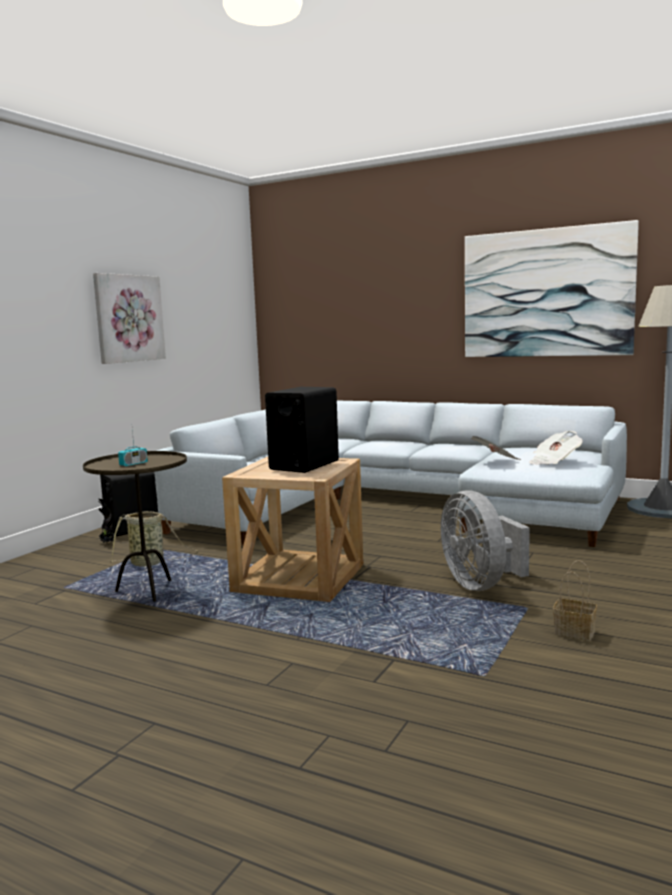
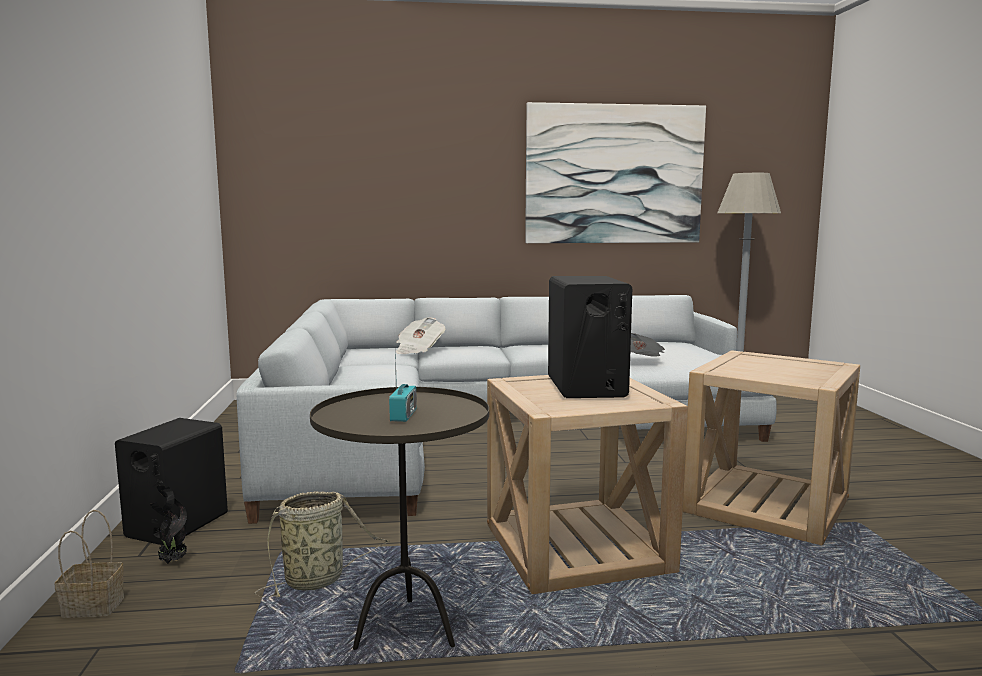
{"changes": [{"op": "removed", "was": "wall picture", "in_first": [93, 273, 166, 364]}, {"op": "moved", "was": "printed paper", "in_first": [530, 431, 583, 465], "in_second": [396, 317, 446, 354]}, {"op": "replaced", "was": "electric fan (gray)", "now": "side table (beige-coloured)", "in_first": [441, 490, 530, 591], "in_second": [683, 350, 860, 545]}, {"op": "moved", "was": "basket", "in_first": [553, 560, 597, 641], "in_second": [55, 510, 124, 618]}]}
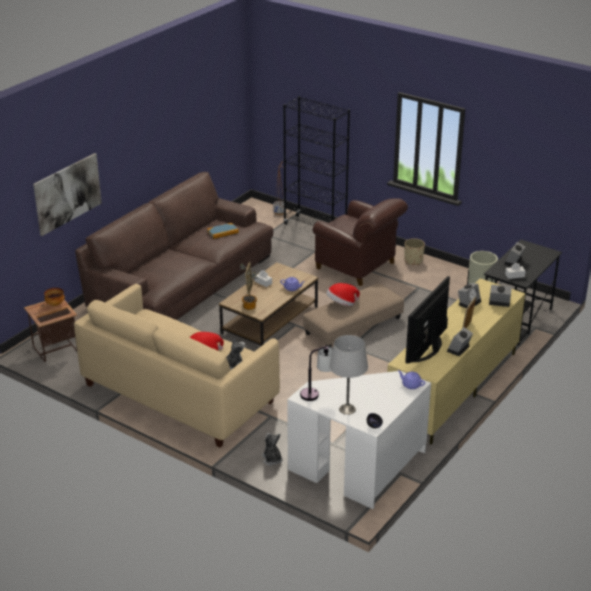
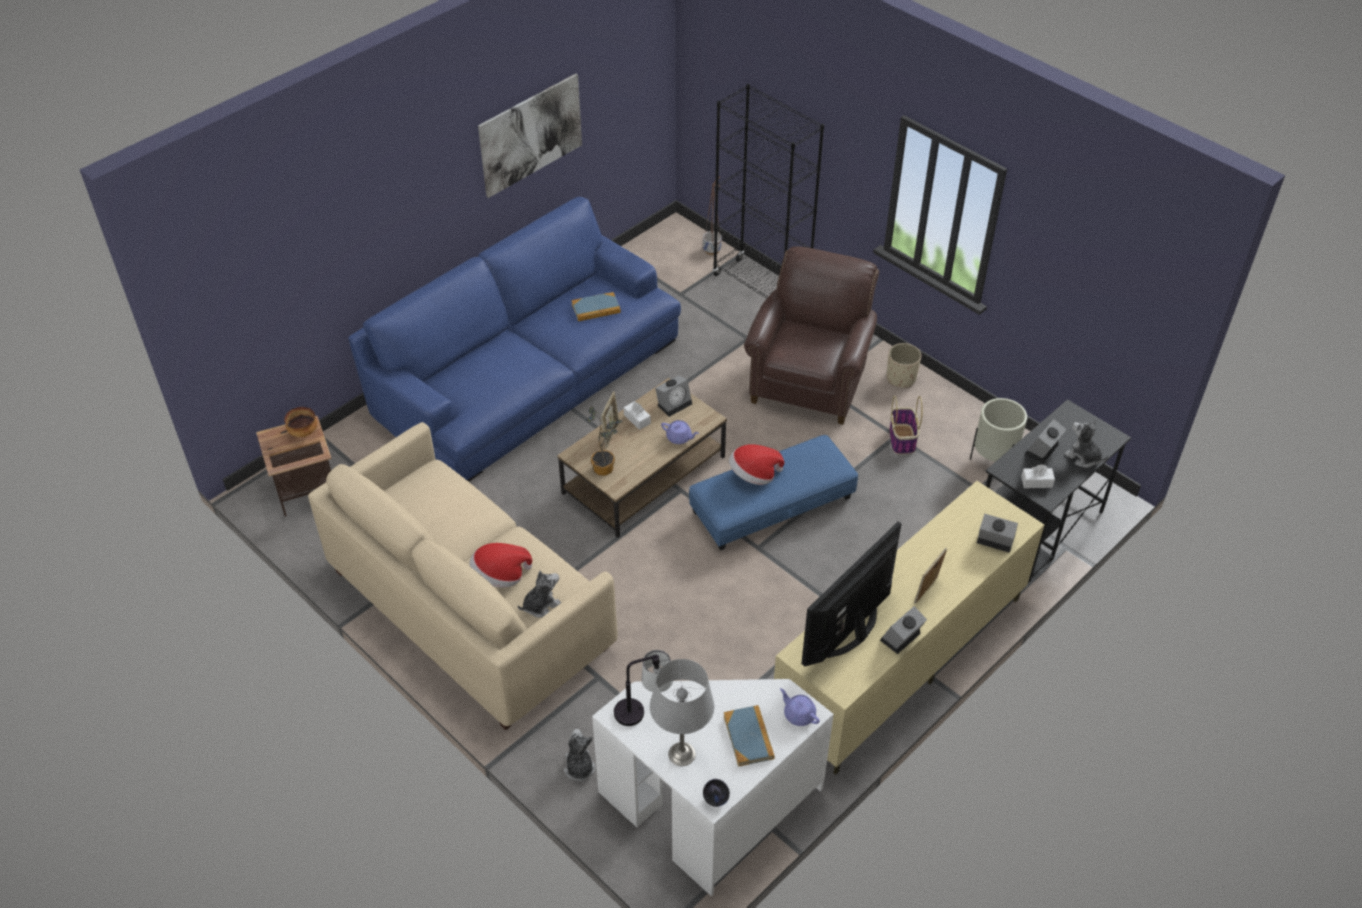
{"changes": [{"op": "moved", "was": "wall picture", "in_first": [33, 153, 102, 236], "in_second": [478, 74, 582, 198]}, {"op": "recoloured", "was": "settee (brown-coloured)", "now": "settee (bluish)", "in_first": [75, 172, 273, 320], "in_second": [348, 197, 681, 482]}, {"op": "turned", "was": "armchair (brown-coloured)", "in_first": [313, 198, 408, 286], "in_second": [744, 246, 879, 425], "clockwise": -120}, {"op": "recoloured", "was": "pouffe (beige-coloured)", "now": "pouffe (bluish)", "in_first": [303, 283, 404, 347], "in_second": [689, 435, 858, 550]}, {"op": "moved", "was": "alarm clock", "in_first": [458, 283, 481, 309], "in_second": [655, 376, 692, 417]}, {"op": "added", "now": "basket", "in_second": [889, 396, 923, 455]}, {"op": "added", "now": "cuddly toy", "in_second": [1064, 419, 1108, 468]}, {"op": "added", "now": "book", "in_second": [724, 705, 775, 767]}]}
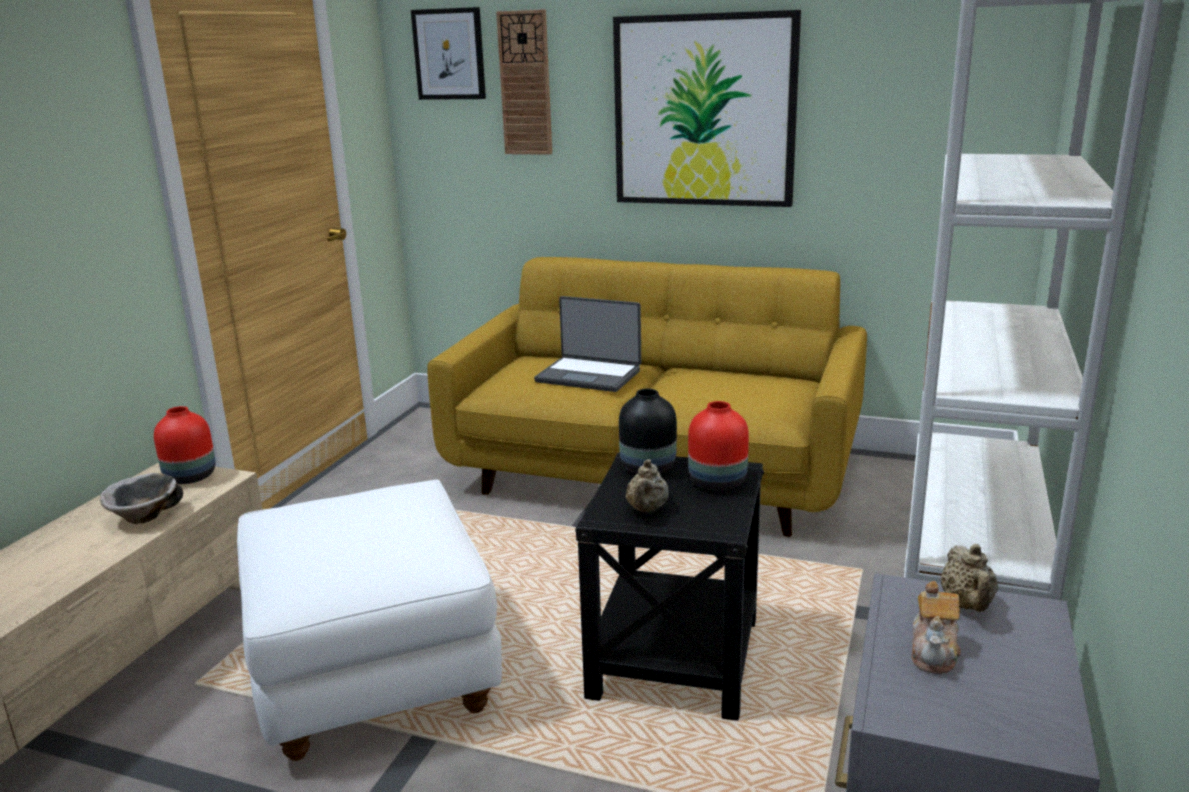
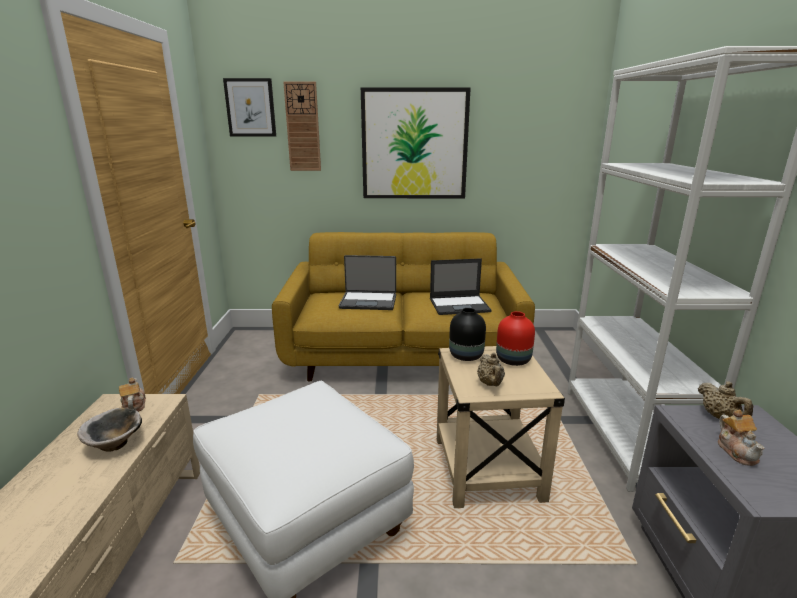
{"changes": [{"op": "replaced", "was": "decorative vase (red)", "now": "pot for tea", "in_first": [154, 406, 216, 484], "in_second": [119, 378, 146, 412]}, {"op": "recoloured", "was": "side table (black-coloured)", "now": "side table (beige-coloured)", "in_first": [575, 452, 764, 721], "in_second": [437, 346, 565, 508]}, {"op": "added", "now": "laptop", "in_second": [430, 258, 492, 315]}]}
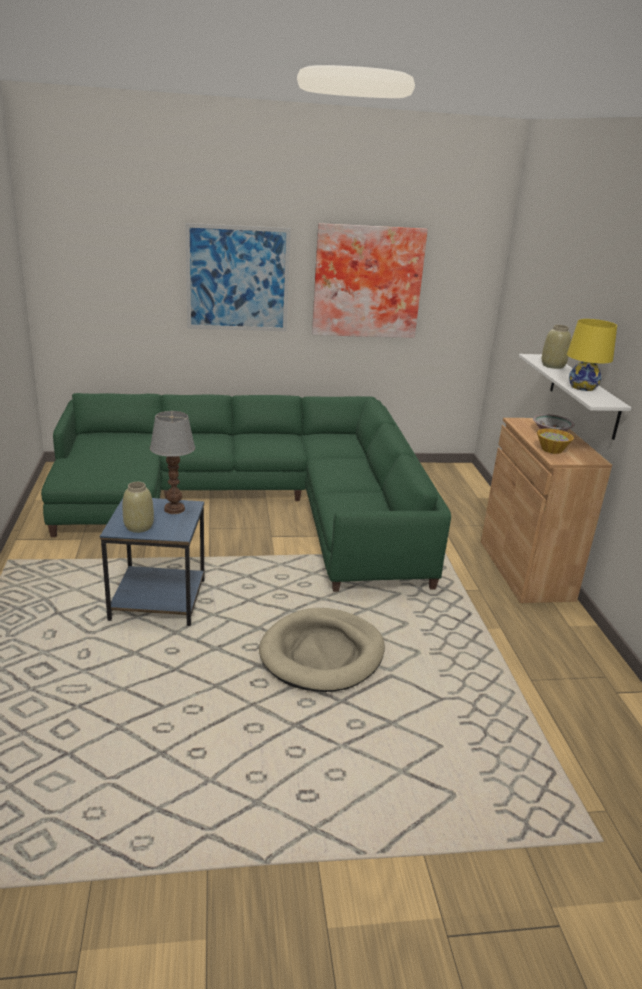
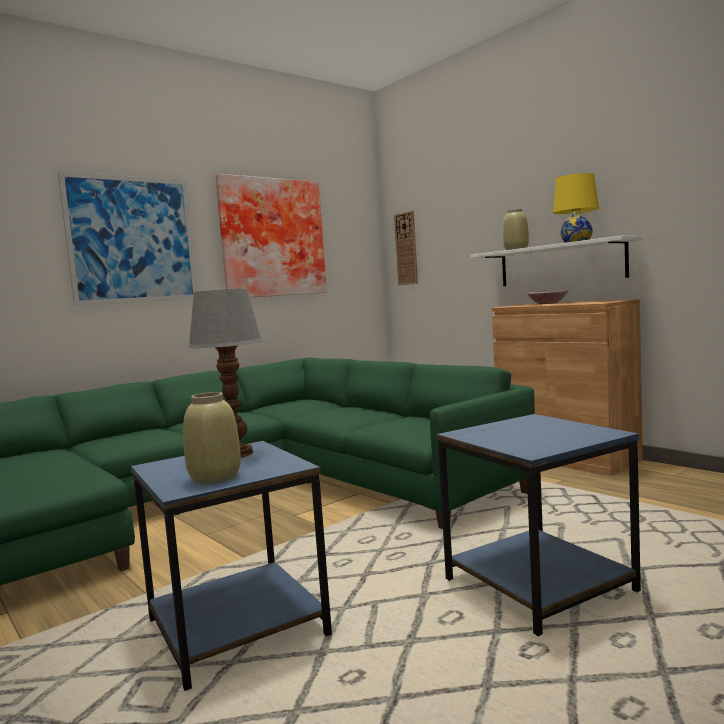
{"changes": [{"op": "removed", "was": "serving bowl", "in_first": [537, 428, 574, 454]}, {"op": "replaced", "was": "pet bed (beige-coloured)", "now": "side table (bluish)", "in_first": [259, 608, 385, 692], "in_second": [437, 414, 641, 636]}, {"op": "added", "now": "hanging clock", "in_second": [394, 211, 418, 285]}]}
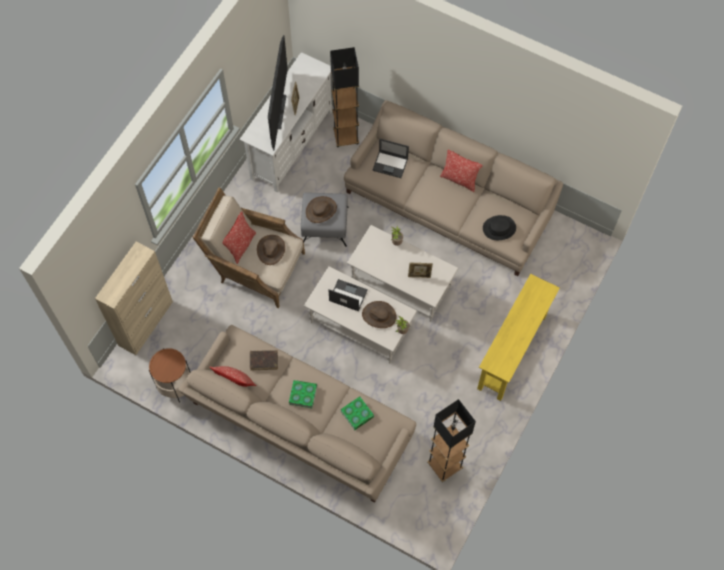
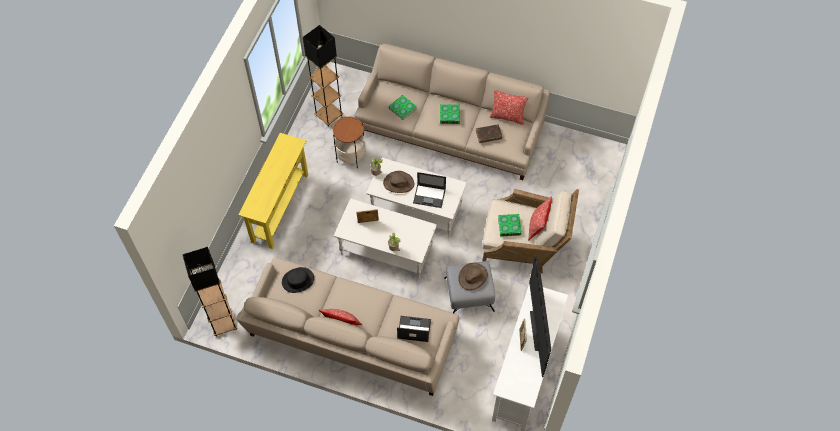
{"changes": [{"op": "moved", "was": "standard lamp (black-coloured)", "in_first": [330, 47, 359, 147], "in_second": [182, 247, 237, 336]}, {"op": "replaced", "was": "wearable hat (brown-coloured)", "now": "book", "in_first": [257, 235, 285, 265], "in_second": [498, 214, 522, 237]}, {"op": "removed", "was": "cupboard (beige-coloured)", "in_first": [95, 242, 173, 355]}, {"op": "moved", "was": "side table", "in_first": [149, 348, 191, 403], "in_second": [333, 117, 366, 169]}]}
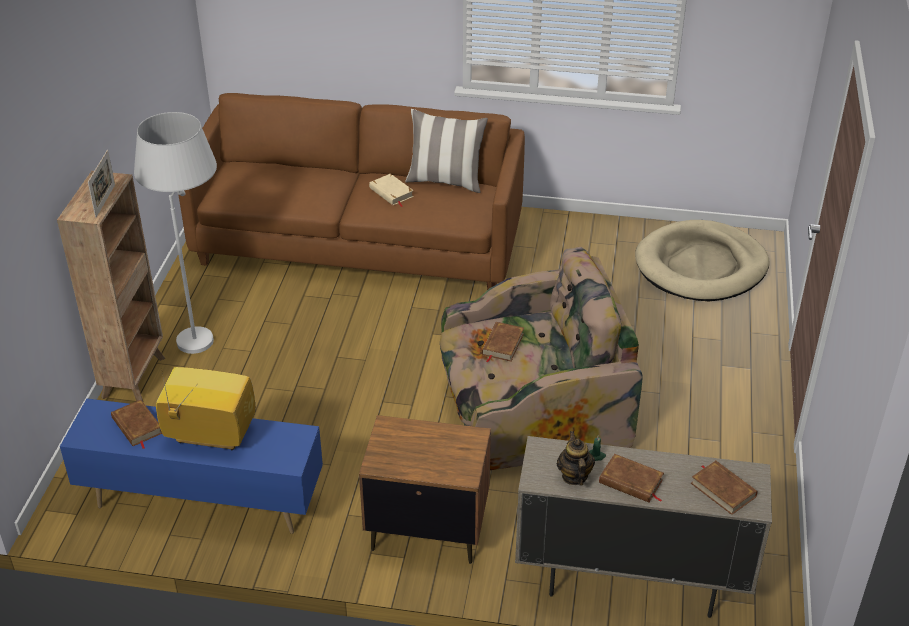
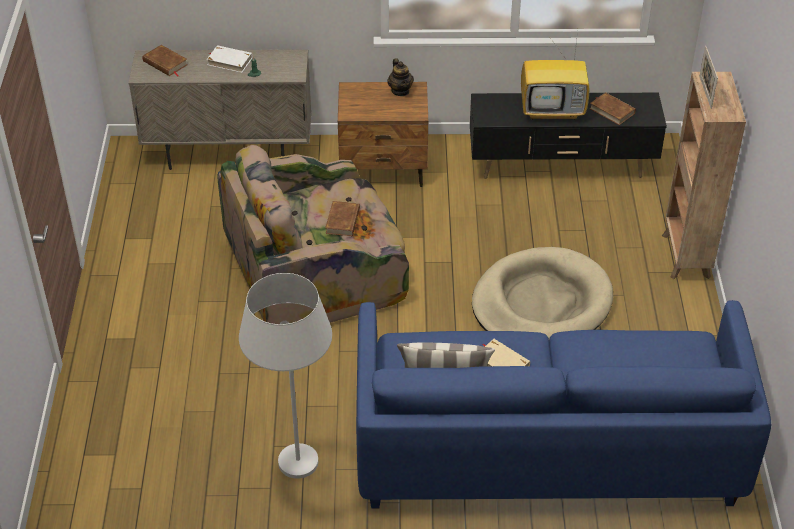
{"changes": [{"op": "recoloured", "was": "settee (brown-coloured)", "now": "settee (bluish)", "in_first": [178, 93, 525, 290], "in_second": [356, 300, 771, 509]}, {"op": "moved", "was": "standard lamp (white-coloured)", "in_first": [134, 112, 217, 354], "in_second": [239, 273, 332, 479]}, {"op": "moved", "was": "pet bed (beige-coloured)", "in_first": [635, 220, 769, 301], "in_second": [472, 247, 613, 338]}, {"op": "recoloured", "was": "media console (bluish)", "now": "media console (black-coloured)", "in_first": [60, 399, 323, 534], "in_second": [470, 93, 667, 179]}, {"op": "moved", "was": "pot for tea", "in_first": [557, 431, 595, 486], "in_second": [387, 58, 414, 96]}, {"op": "recoloured", "was": "book (brown-coloured)", "now": "book (white-coloured)", "in_first": [599, 454, 664, 502], "in_second": [207, 45, 252, 73]}]}
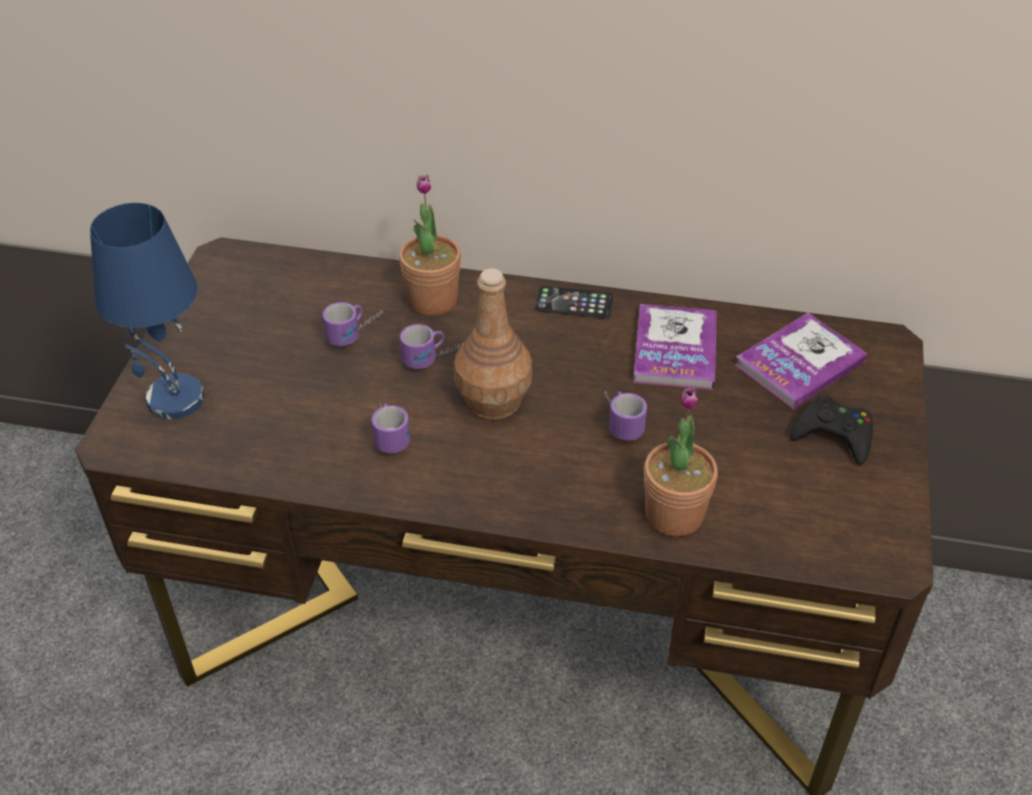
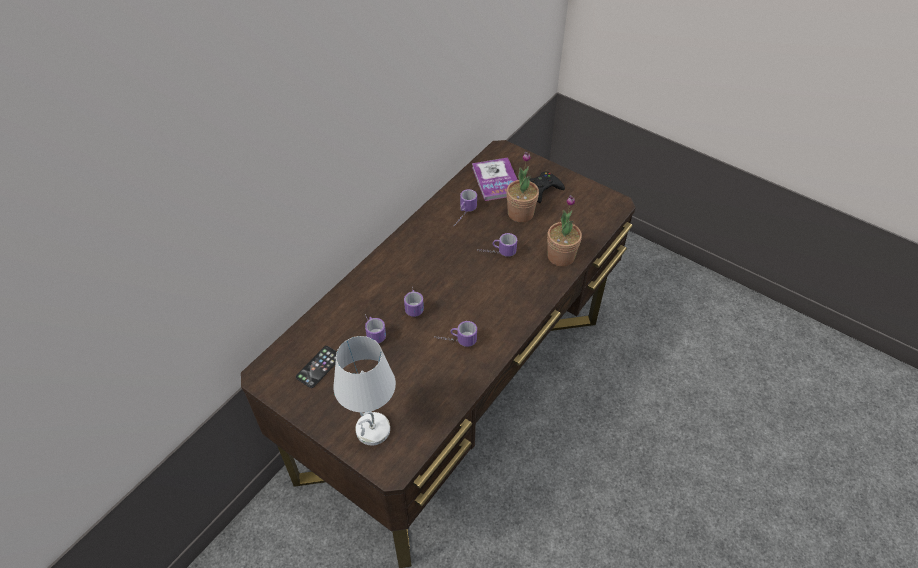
{"changes": [{"op": "moved", "was": "potted plant", "in_first": [399, 174, 461, 315], "in_second": [506, 152, 539, 222]}, {"op": "recoloured", "was": "table lamp (bluish)", "now": "table lamp (white-coloured)", "in_first": [90, 203, 204, 419], "in_second": [334, 336, 396, 446]}, {"op": "removed", "was": "beverage bottle (brown-coloured)", "in_first": [454, 268, 532, 420]}, {"op": "moved", "was": "telephone", "in_first": [535, 286, 614, 319], "in_second": [296, 346, 337, 388]}, {"op": "replaced", "was": "book", "now": "mug", "in_first": [633, 304, 717, 390], "in_second": [454, 189, 477, 226]}]}
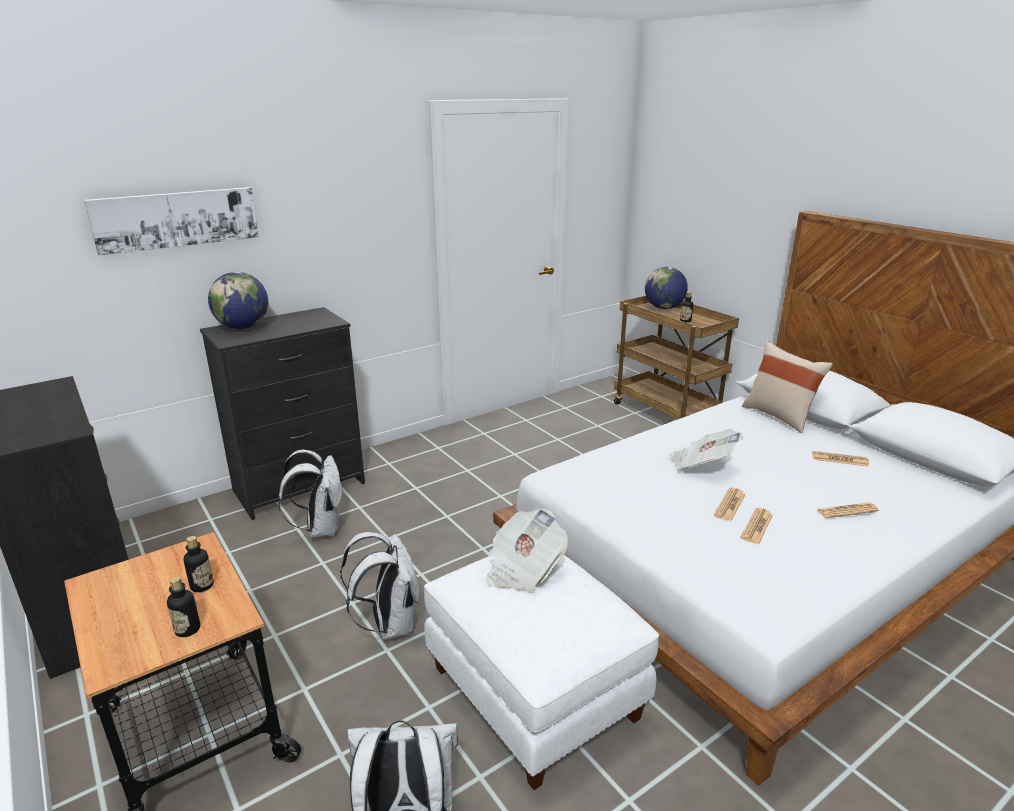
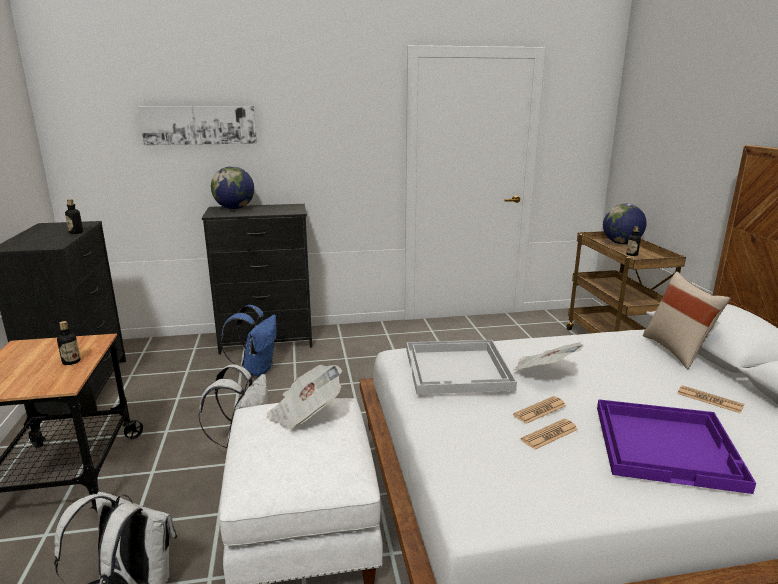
{"changes": [{"op": "recoloured", "was": "rucksack (white-coloured)", "now": "rucksack (bluish)", "in_first": [278, 450, 343, 538], "in_second": [221, 305, 276, 377]}, {"op": "replaced", "was": "printed paper", "now": "serving tray (purple-coloured)", "in_first": [816, 502, 879, 518], "in_second": [597, 399, 756, 494]}, {"op": "moved", "was": "beverage bottle", "in_first": [167, 576, 200, 637], "in_second": [65, 199, 83, 234]}, {"op": "added", "now": "serving tray (white-coloured)", "in_second": [406, 340, 517, 394]}]}
